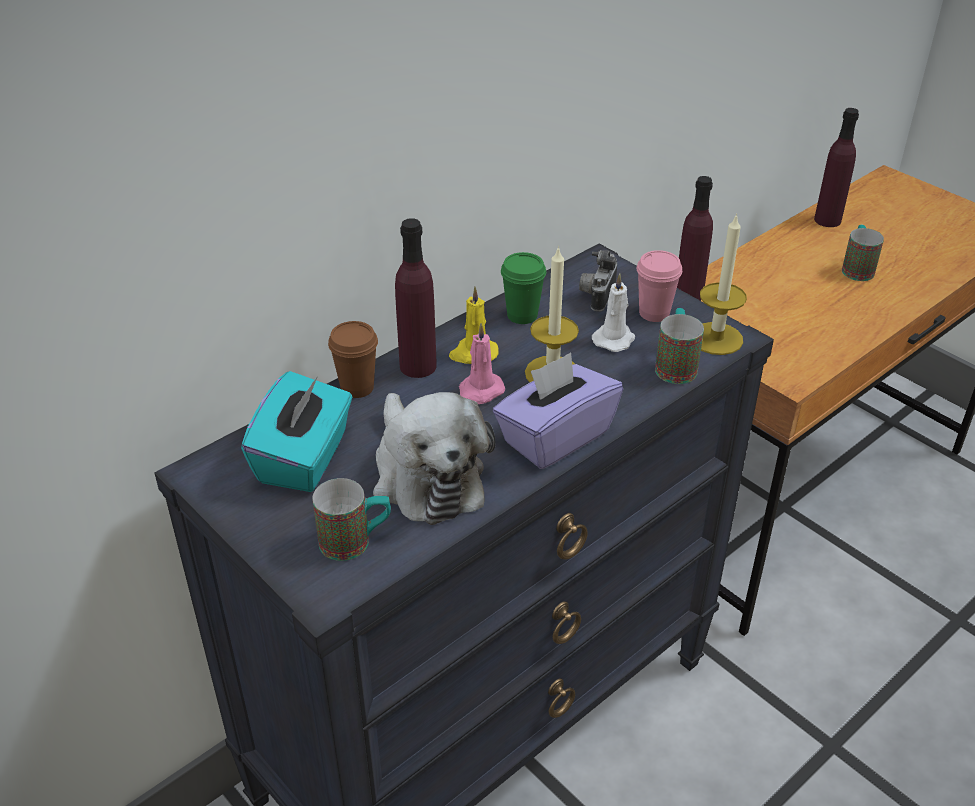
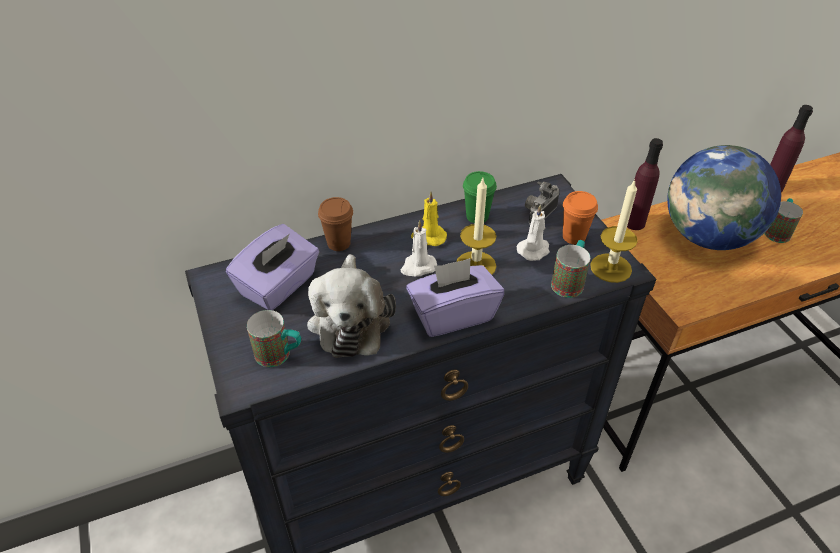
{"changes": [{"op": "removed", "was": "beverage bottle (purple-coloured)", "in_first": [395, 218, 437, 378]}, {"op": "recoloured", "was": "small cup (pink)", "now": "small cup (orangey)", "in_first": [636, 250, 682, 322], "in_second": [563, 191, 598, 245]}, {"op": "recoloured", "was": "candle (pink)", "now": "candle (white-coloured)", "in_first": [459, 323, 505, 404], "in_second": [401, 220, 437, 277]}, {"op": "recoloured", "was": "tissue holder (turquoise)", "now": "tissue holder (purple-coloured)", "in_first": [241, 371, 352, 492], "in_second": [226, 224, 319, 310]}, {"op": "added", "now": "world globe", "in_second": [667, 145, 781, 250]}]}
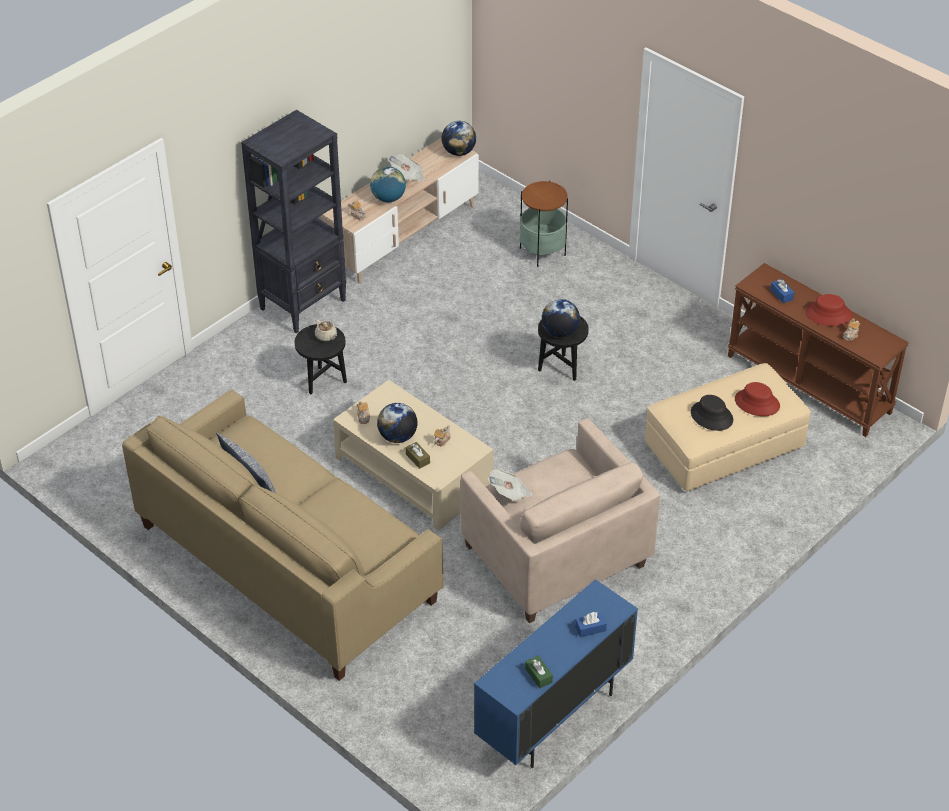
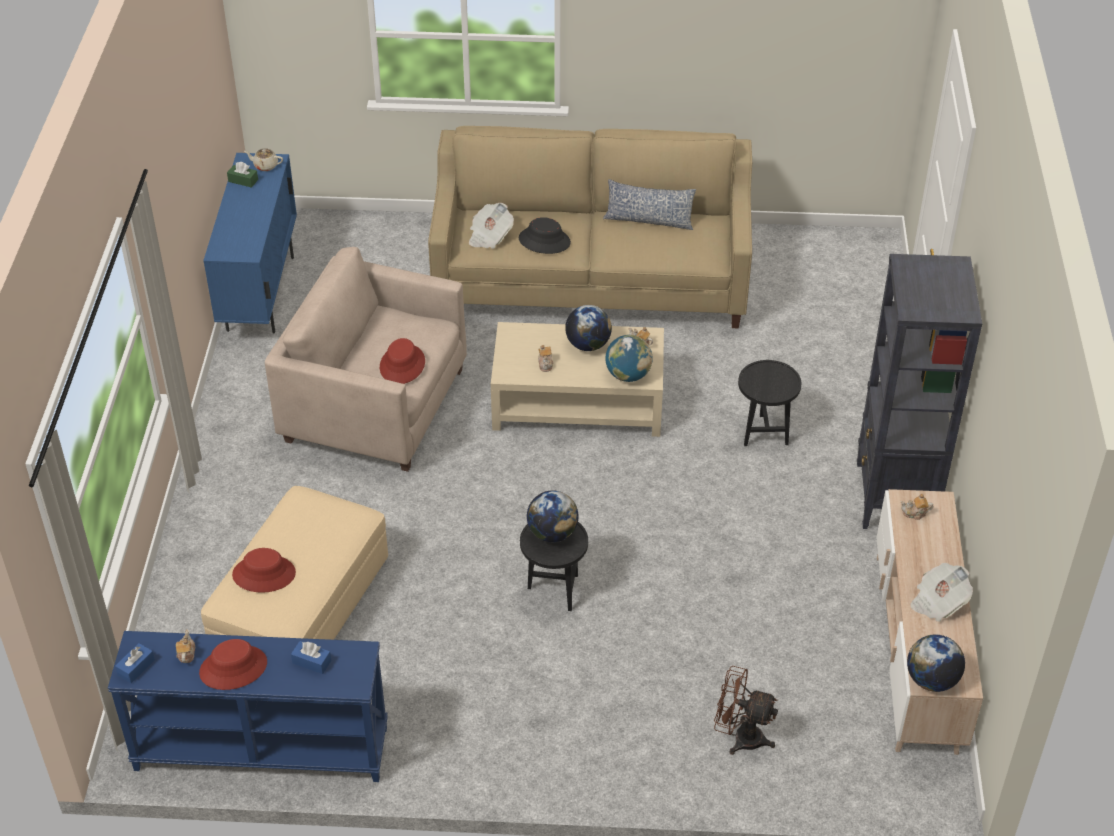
{"changes": [{"op": "moved", "was": "world globe", "in_first": [370, 167, 406, 202], "in_second": [605, 335, 653, 382]}, {"op": "replaced", "was": "side table", "now": "electric fan (brown-coloured)", "in_first": [520, 181, 568, 267], "in_second": [714, 666, 778, 755]}, {"op": "recoloured", "was": "narrow table (brown-coloured)", "now": "narrow table (bluish)", "in_first": [727, 263, 909, 437], "in_second": [108, 631, 388, 782]}, {"op": "moved", "was": "pot for tea (beige-coloured)", "in_first": [315, 319, 337, 341], "in_second": [244, 148, 283, 171]}, {"op": "moved", "was": "wearable hat (black-coloured)", "in_first": [691, 395, 733, 431], "in_second": [519, 217, 571, 254]}, {"op": "removed", "was": "tissue holder (brown-coloured)", "in_first": [406, 442, 430, 469]}, {"op": "moved", "was": "printed paper", "in_first": [487, 469, 533, 501], "in_second": [469, 203, 514, 249]}, {"op": "moved", "was": "tissue holder (bluish)", "in_first": [575, 612, 607, 637], "in_second": [115, 643, 155, 683]}, {"op": "added", "now": "wearable hat (red)", "in_second": [380, 338, 425, 384]}]}
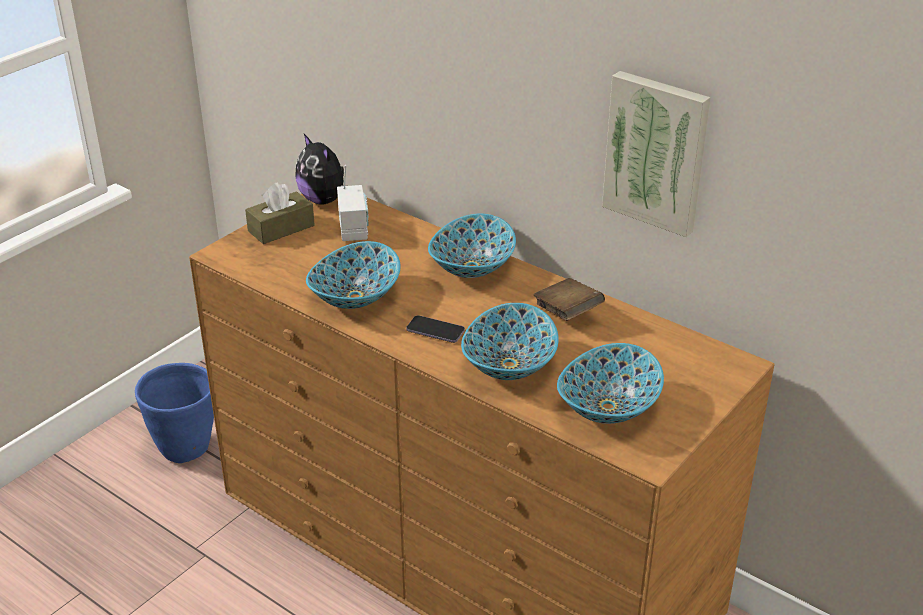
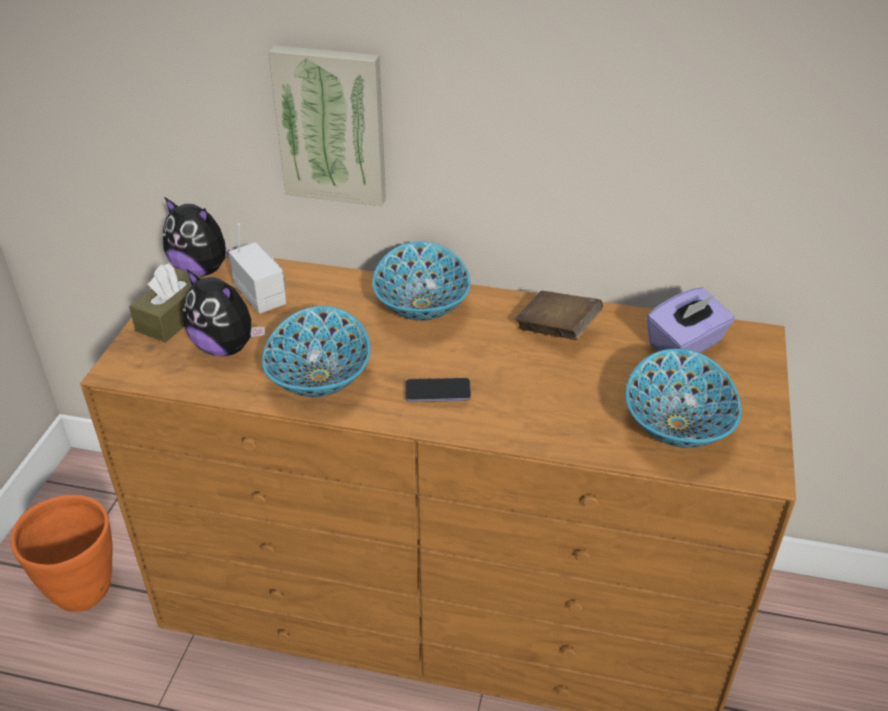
{"changes": [{"op": "moved", "was": "wall picture", "in_first": [602, 71, 711, 237], "in_second": [268, 45, 386, 206]}, {"op": "removed", "was": "serving bowl", "in_first": [461, 303, 559, 380]}, {"op": "recoloured", "was": "planter (bluish)", "now": "planter (orangey)", "in_first": [135, 363, 214, 463], "in_second": [10, 495, 113, 612]}, {"op": "added", "now": "cuddly toy", "in_second": [183, 269, 265, 356]}, {"op": "added", "now": "tissue holder (purple-coloured)", "in_second": [647, 288, 735, 353]}]}
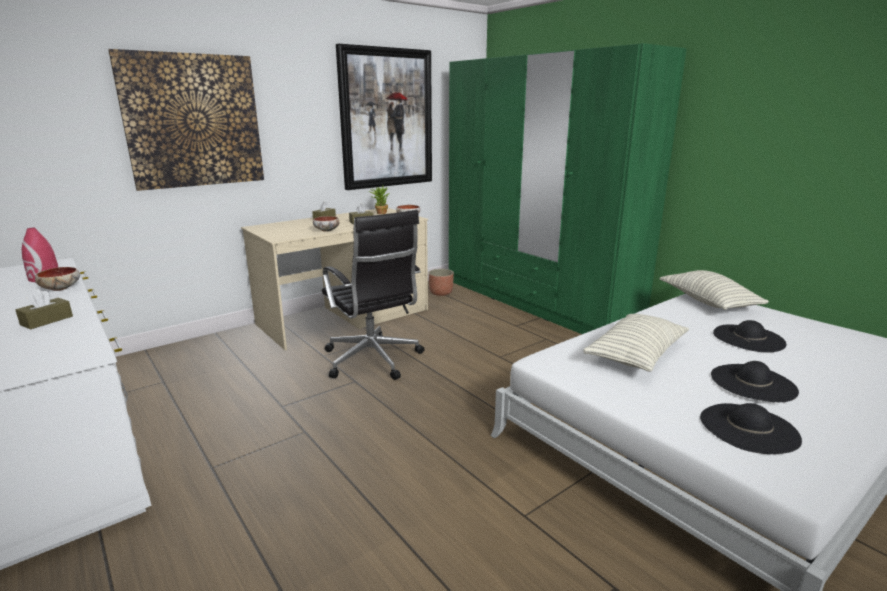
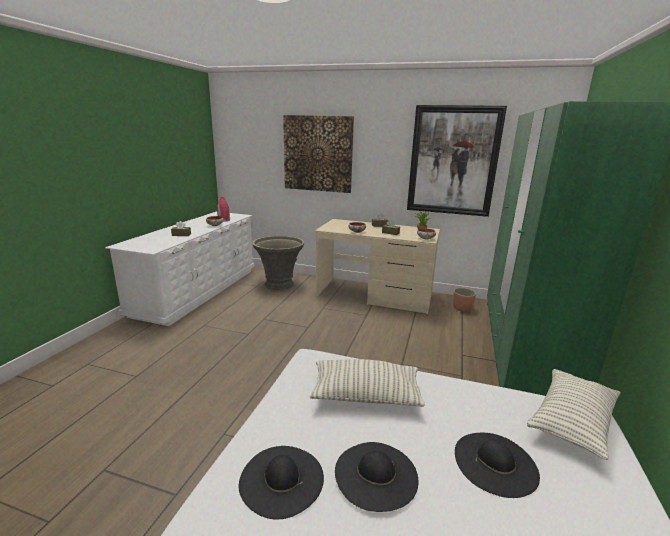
{"changes": [{"op": "removed", "was": "computer chair (black-coloured)", "in_first": [322, 210, 425, 380]}, {"op": "added", "now": "planter (gray)", "in_second": [252, 236, 304, 290]}]}
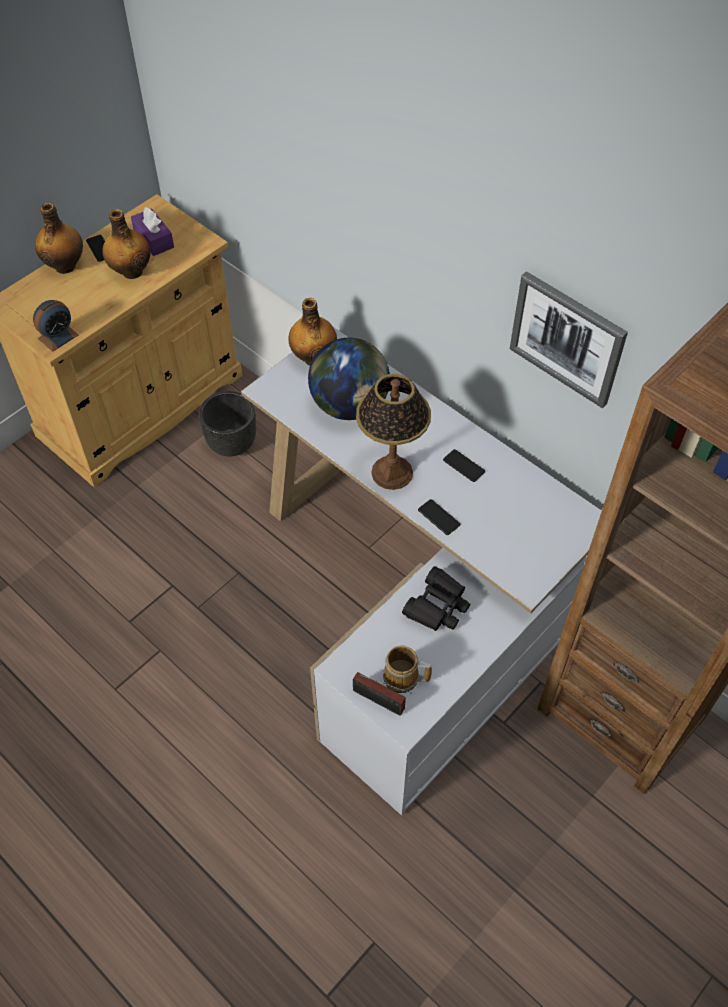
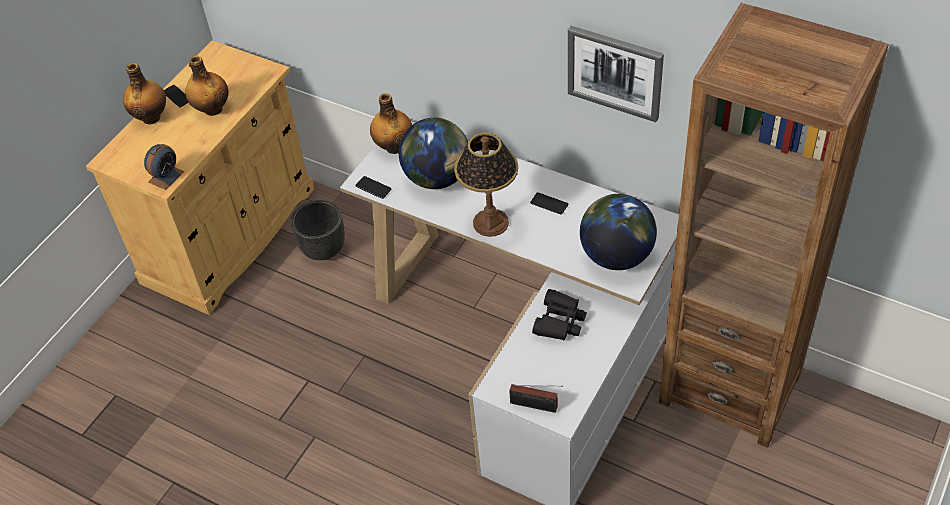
{"changes": [{"op": "removed", "was": "tissue holder (purple-coloured)", "in_first": [131, 207, 174, 256]}, {"op": "moved", "was": "telephone", "in_first": [418, 499, 460, 535], "in_second": [355, 176, 391, 199]}, {"op": "removed", "was": "mug", "in_first": [383, 645, 432, 693]}, {"op": "added", "now": "world globe", "in_second": [580, 194, 657, 270]}]}
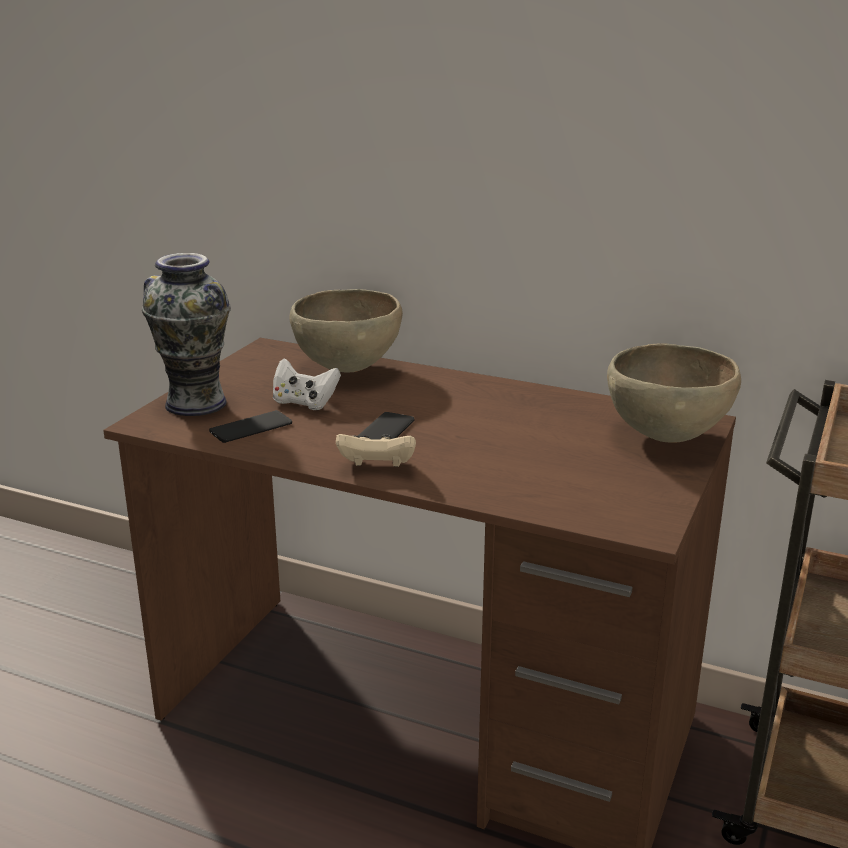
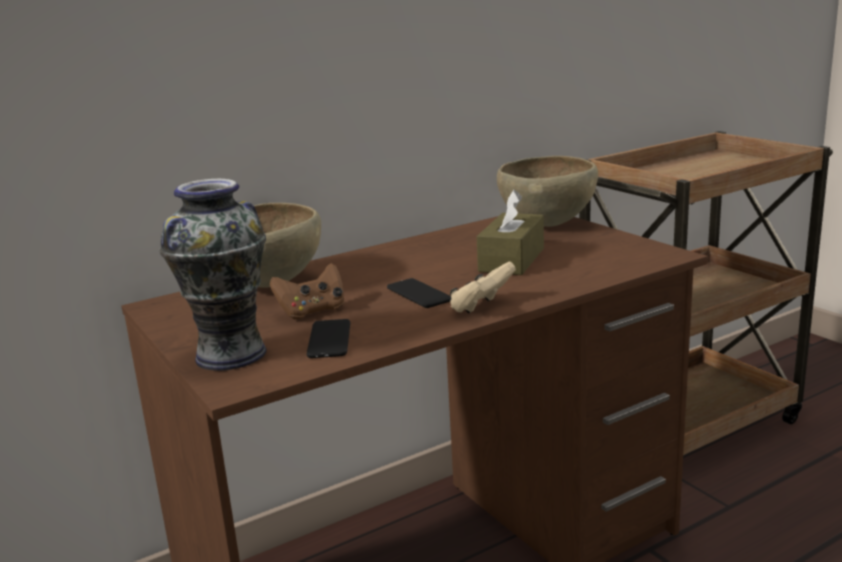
{"changes": [{"op": "recoloured", "was": "game controller (white-coloured)", "now": "game controller (brown-coloured)", "in_first": [273, 358, 341, 410], "in_second": [270, 263, 345, 319]}, {"op": "added", "now": "tissue holder (brown-coloured)", "in_second": [477, 190, 544, 275]}]}
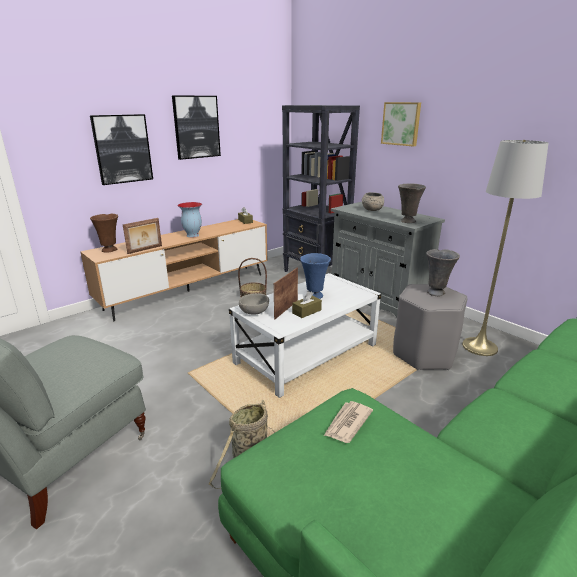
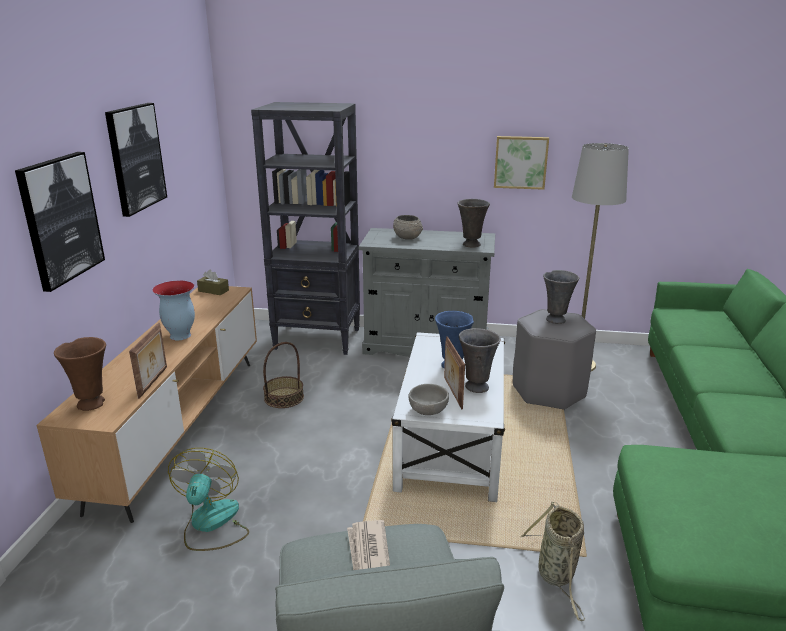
{"changes": [{"op": "moved", "was": "wall picture", "in_first": [381, 102, 421, 147], "in_second": [494, 136, 549, 190]}, {"op": "replaced", "was": "tissue holder (brown-coloured)", "now": "decorative vase (gray)", "in_first": [292, 291, 322, 318], "in_second": [459, 328, 501, 393]}, {"op": "moved", "was": "printed paper", "in_first": [324, 401, 373, 443], "in_second": [347, 520, 390, 570]}, {"op": "added", "now": "electric fan", "in_second": [168, 448, 249, 551]}]}
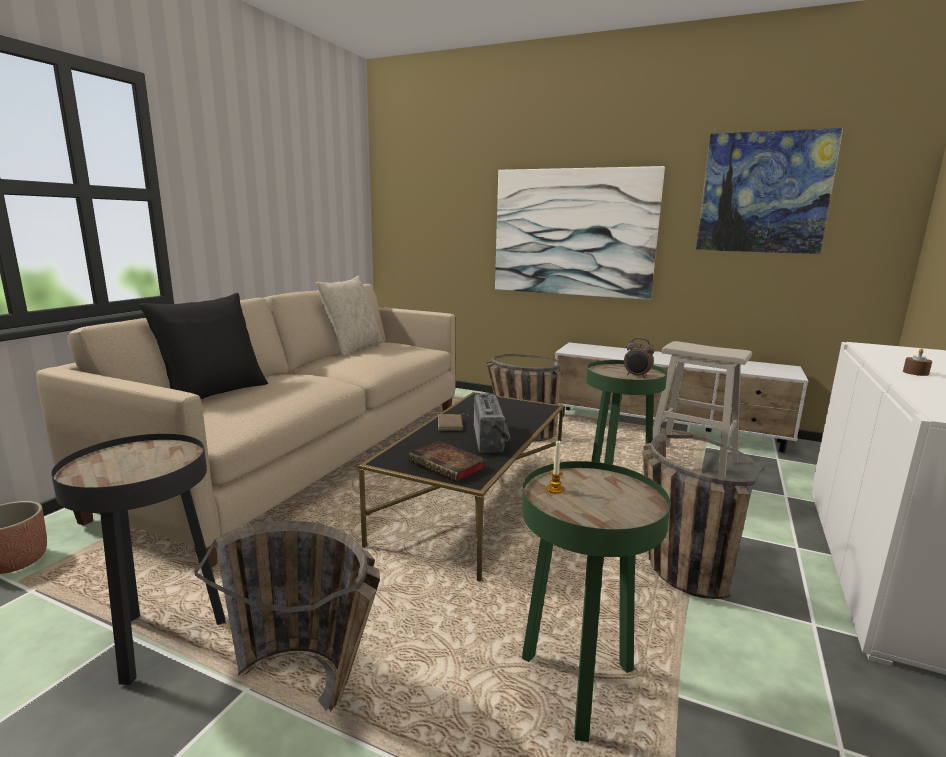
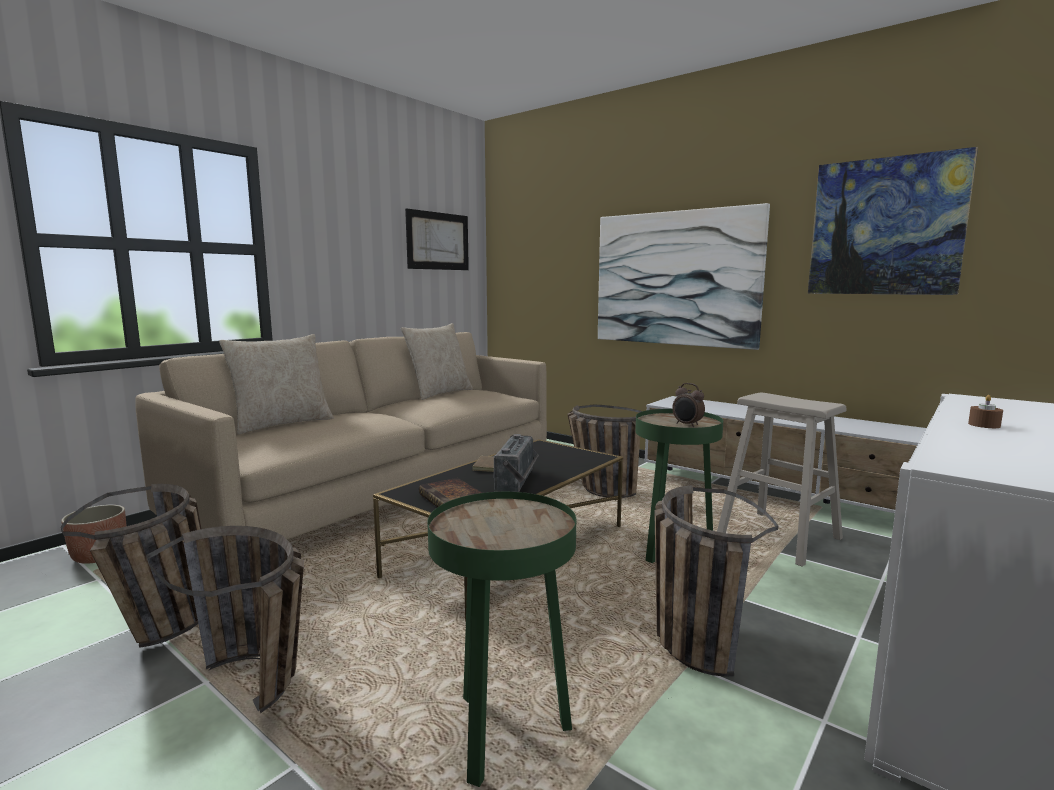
{"changes": [{"op": "recoloured", "was": "pillow (black-coloured)", "now": "pillow (beige-coloured)", "in_first": [140, 293, 268, 399], "in_second": [219, 334, 334, 434]}, {"op": "replaced", "was": "side table (black-coloured)", "now": "basket", "in_first": [51, 434, 226, 685], "in_second": [61, 484, 201, 648]}, {"op": "removed", "was": "candle", "in_first": [546, 441, 564, 494]}, {"op": "added", "now": "wall picture", "in_second": [405, 208, 469, 270]}]}
